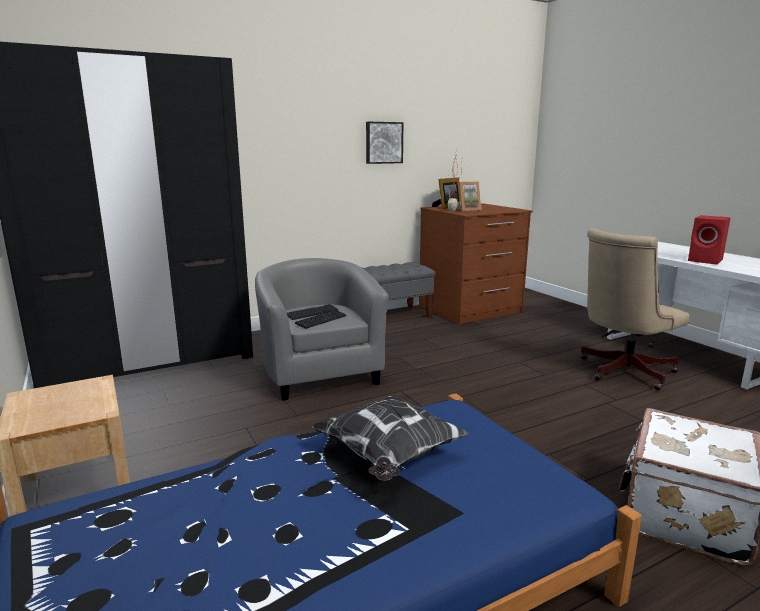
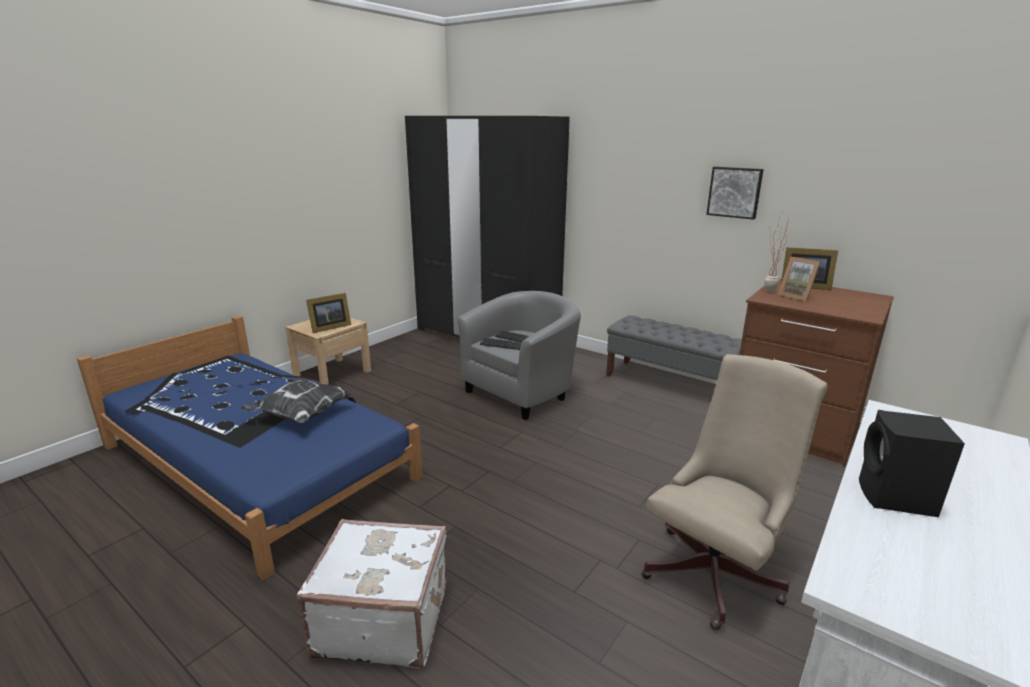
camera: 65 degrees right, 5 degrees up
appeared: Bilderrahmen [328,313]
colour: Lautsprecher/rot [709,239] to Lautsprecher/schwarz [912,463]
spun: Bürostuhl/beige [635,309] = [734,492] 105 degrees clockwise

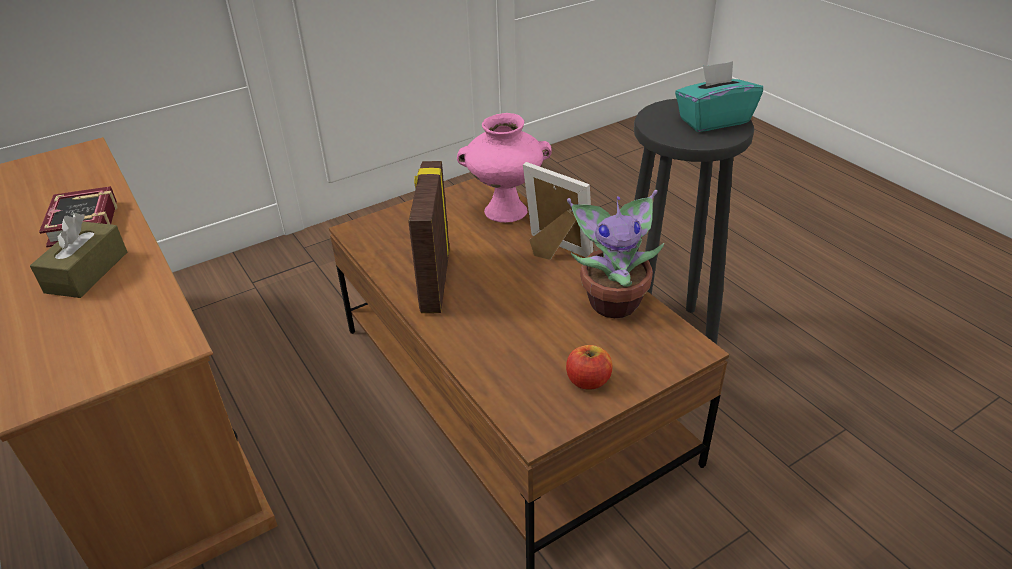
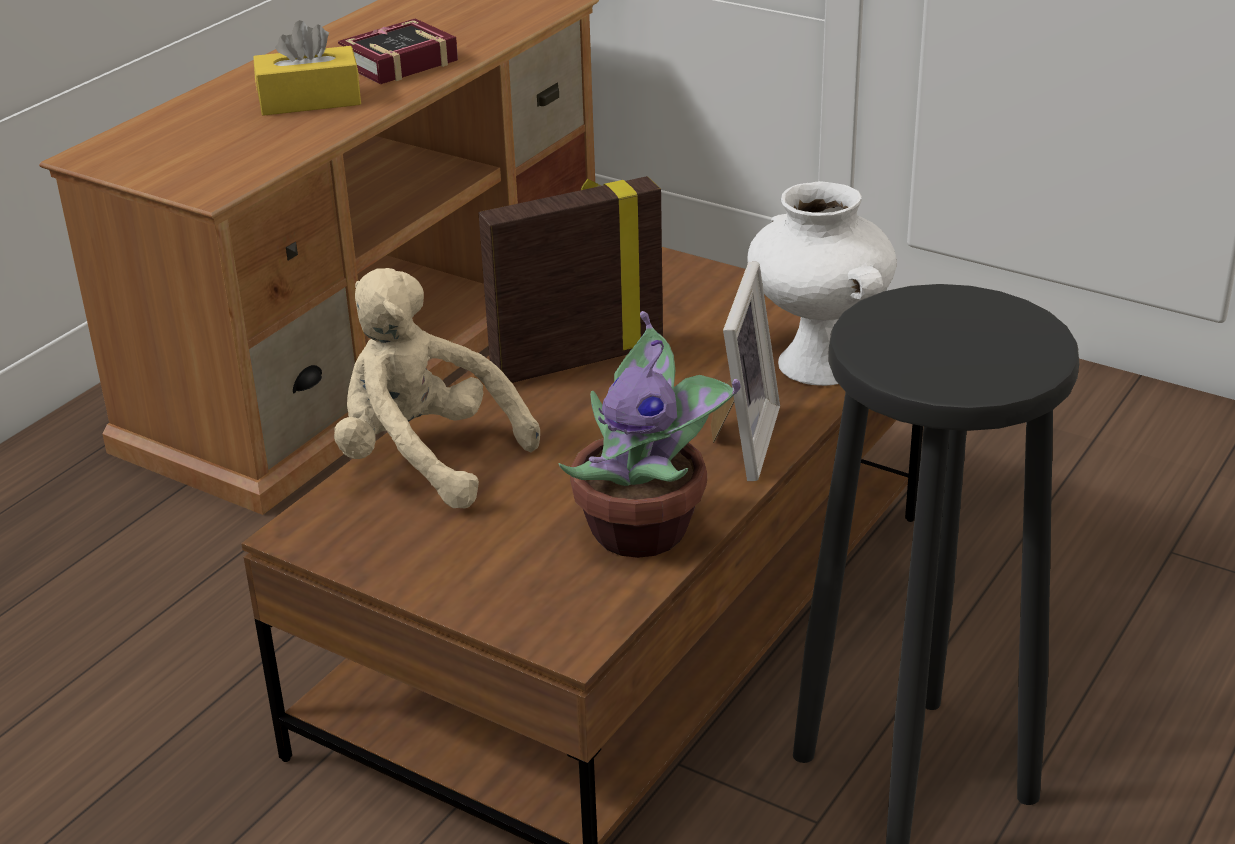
camera: 65 degrees right, 5 degrees down
missing: Apfel [589,367]; Taschentuchbox/türkis [719,96]
appeared: Plüschtier/beige [437,388]
colour: Taschentuchbox/braun [78,255] to Taschentuchbox/gelb [307,68]; Vase/rosa [504,168] to Vase/weiß [822,283]

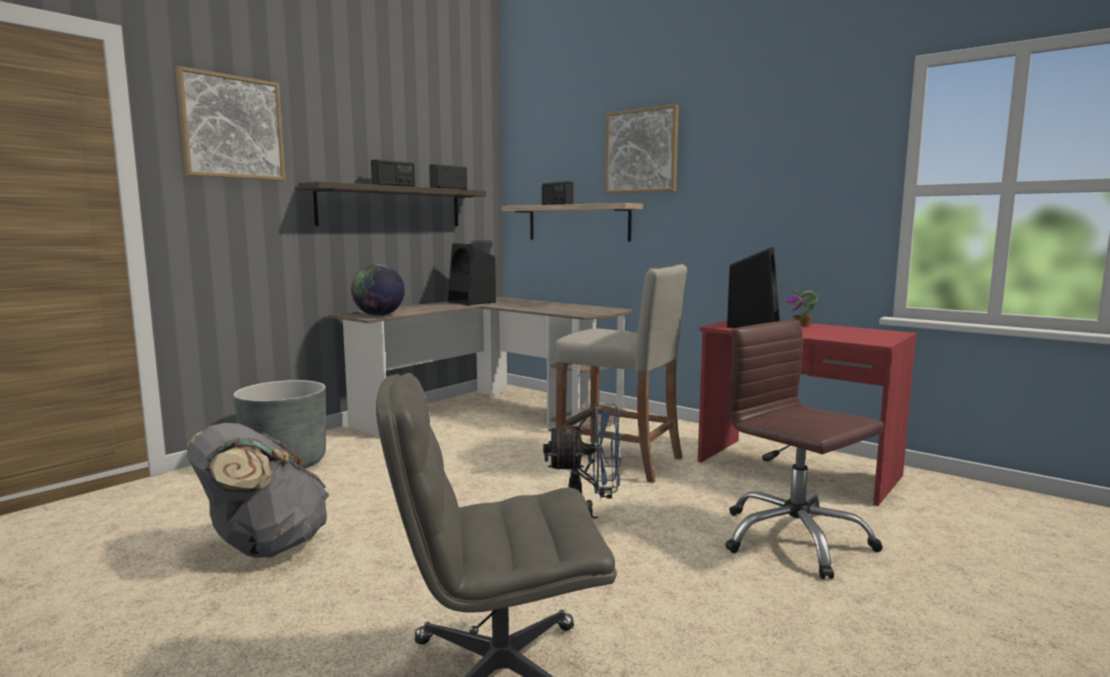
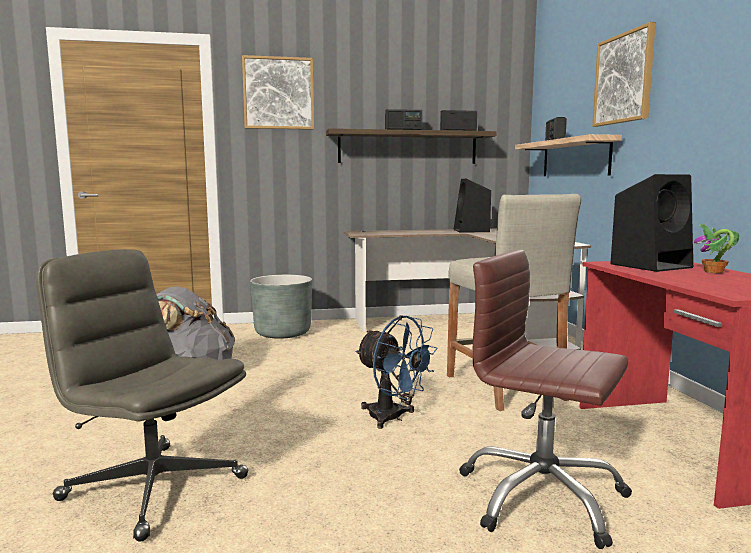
camera: 40 degrees right, 0 degrees up
missing: Globus [378,290]
spun: Bürostuhl/braun [804,449] = [545,399] 60 degrees counterclockwise

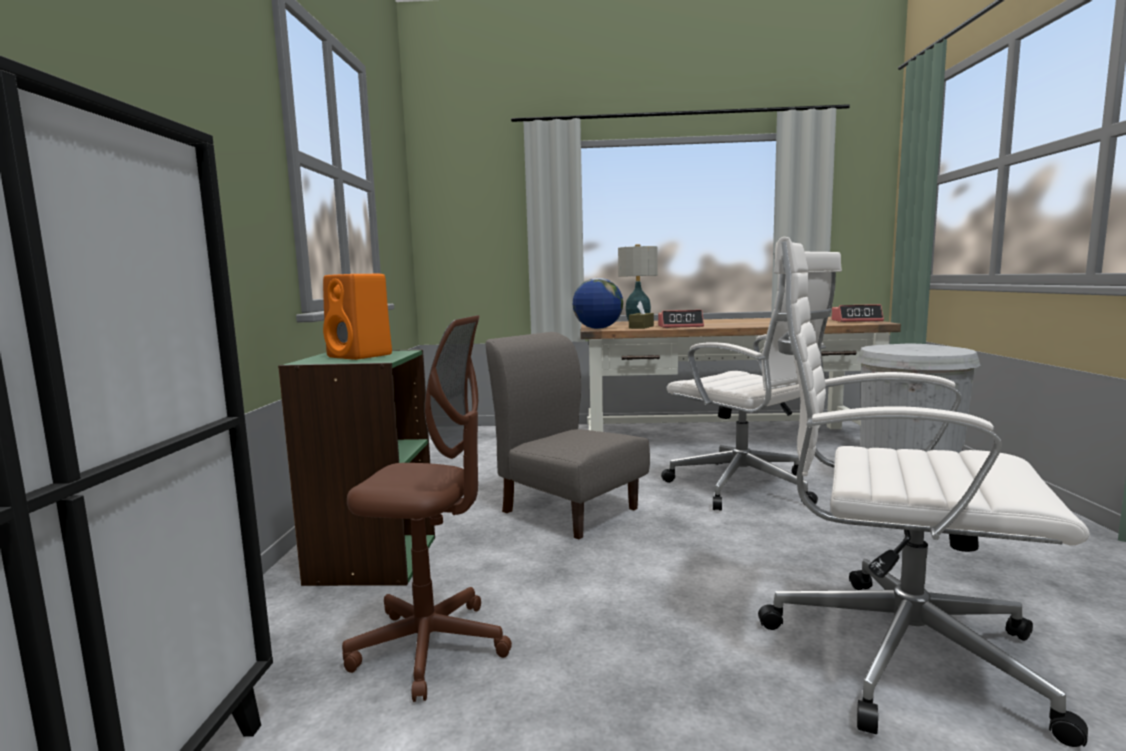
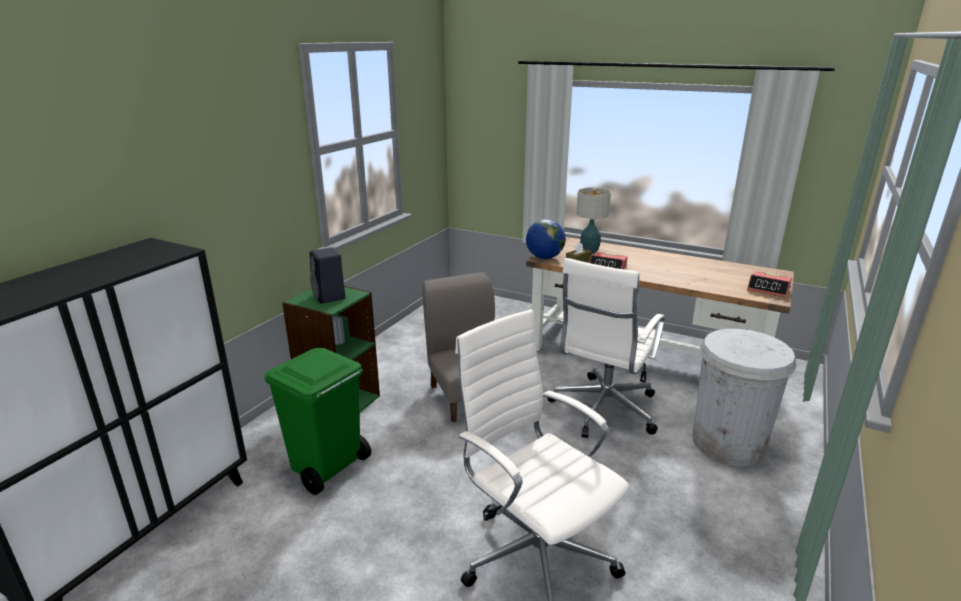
camera: 25 degrees right, 15 degrees up
exchanged: Bürostuhl/braun [427,508] to Mülleimer/grün [317,421]
colour: Lautsprecher/orange [357,317] to Lautsprecher/schwarz [328,275]
spun: Bürostuhl/weiß [751,381] = [606,348] 45 degrees clockwise

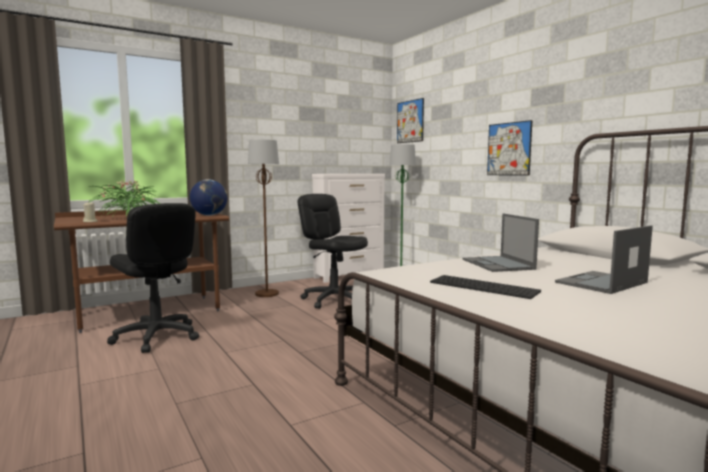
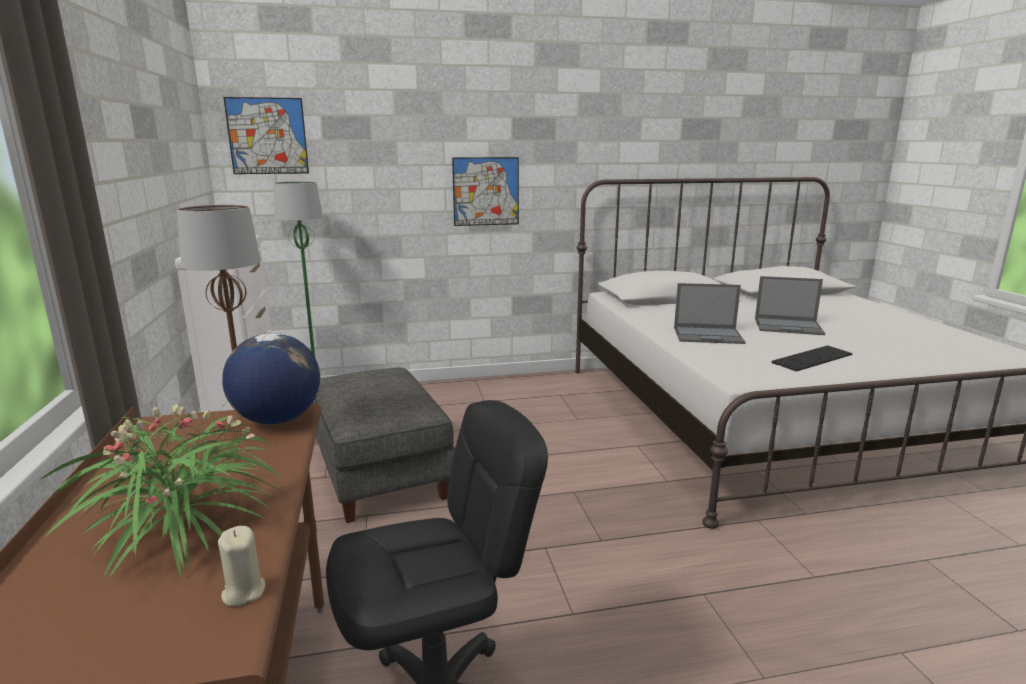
camera: 70 degrees left, 10 degrees up
exchanged: Bürostuhl/schwarz [333,251] to Polsterhocker/grau [383,445]
spun: Laptop [604,259] = [790,305] 60 degrees counterclockwise

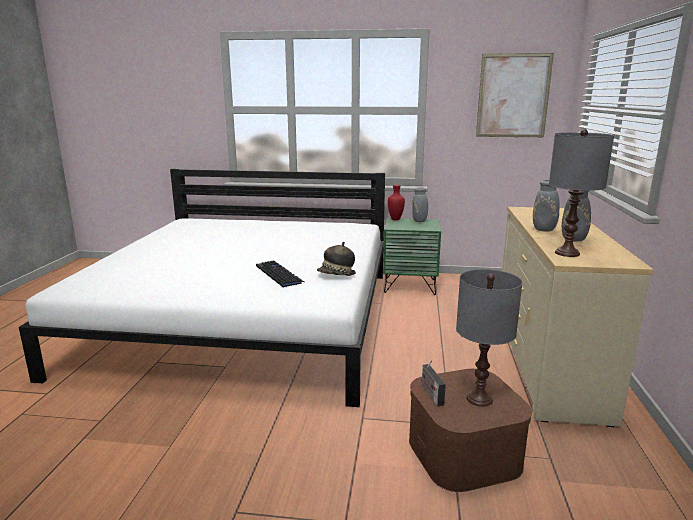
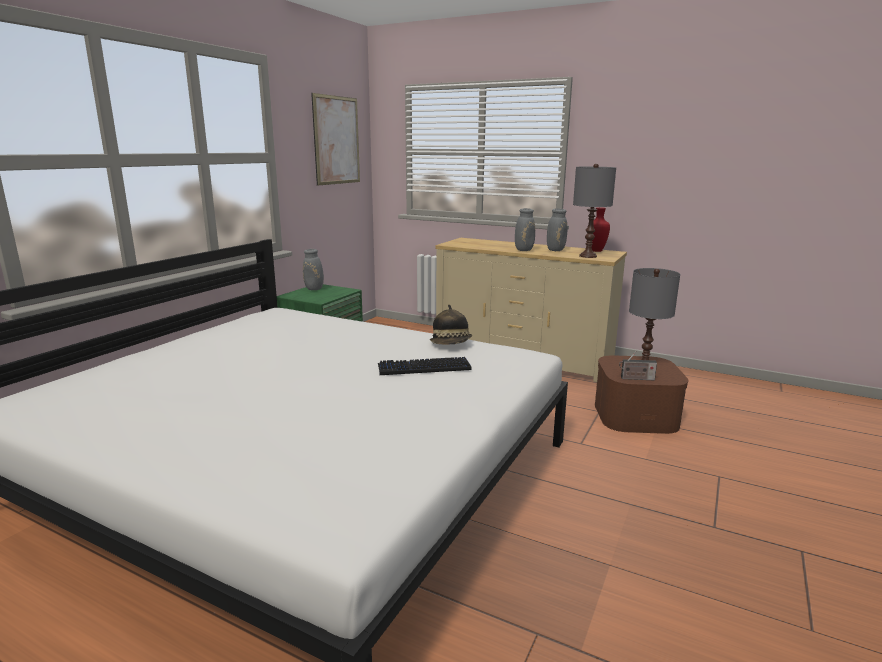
camera: 70 degrees left, 0 degrees up
relocated: Vase/rot [396,202] to [601,229]

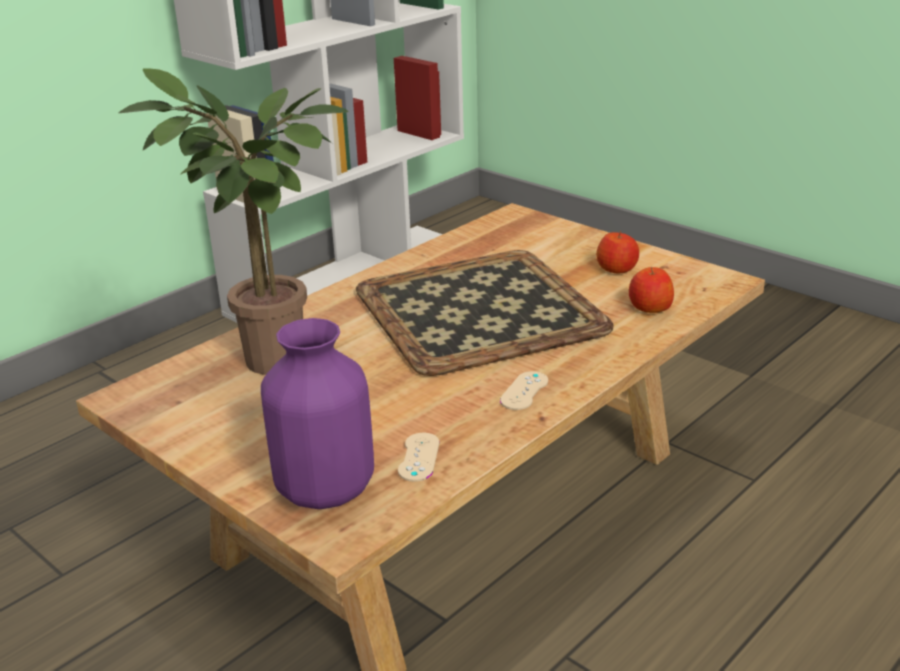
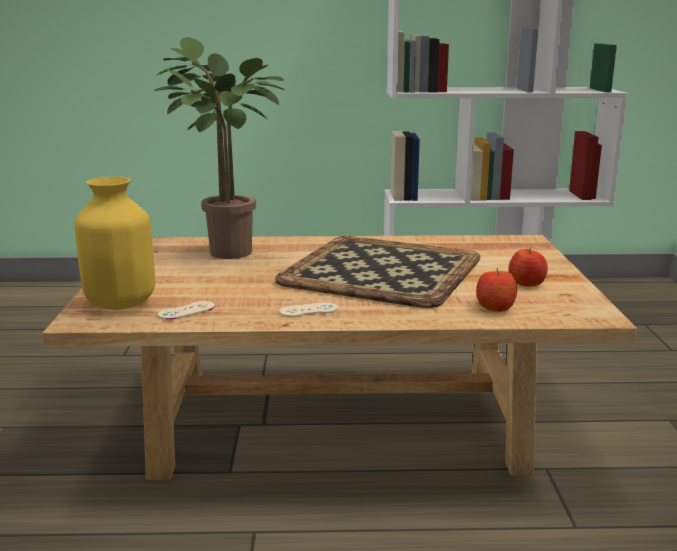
camera: 45 degrees right, 10 degrees down
colour: Vase/lila [317,413] to Vase/gelb [114,243]

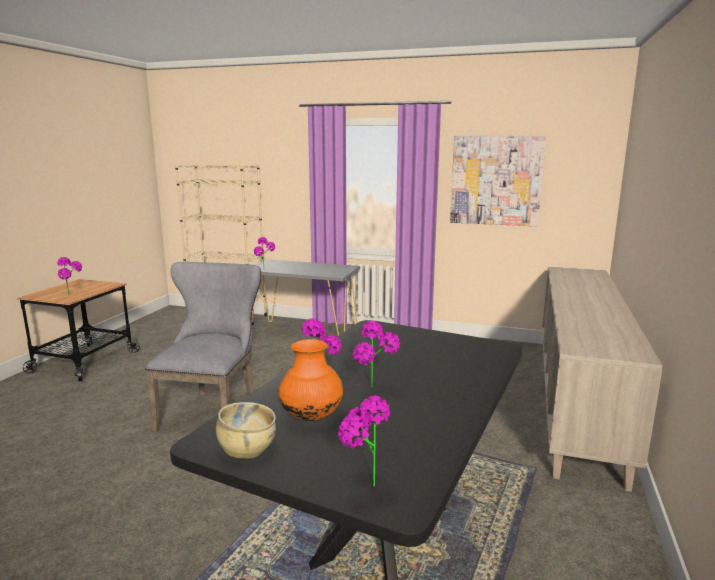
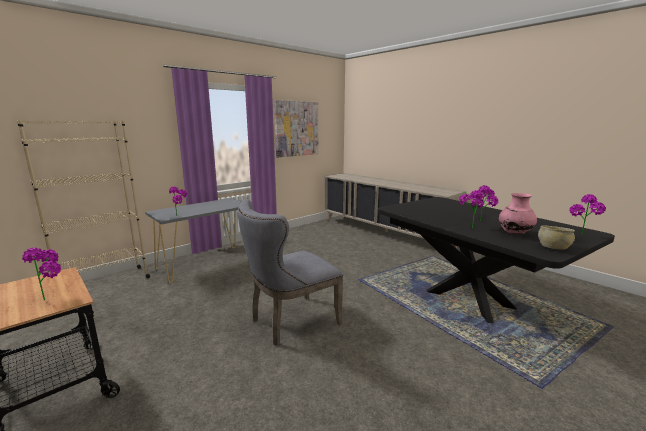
camera: 60 degrees left, 0 degrees up
colour: Vase/orange [310,380] to Vase/rosa [518,213]
spun: Stuhl/grau [203,346] = [290,272] 75 degrees counterclockwise

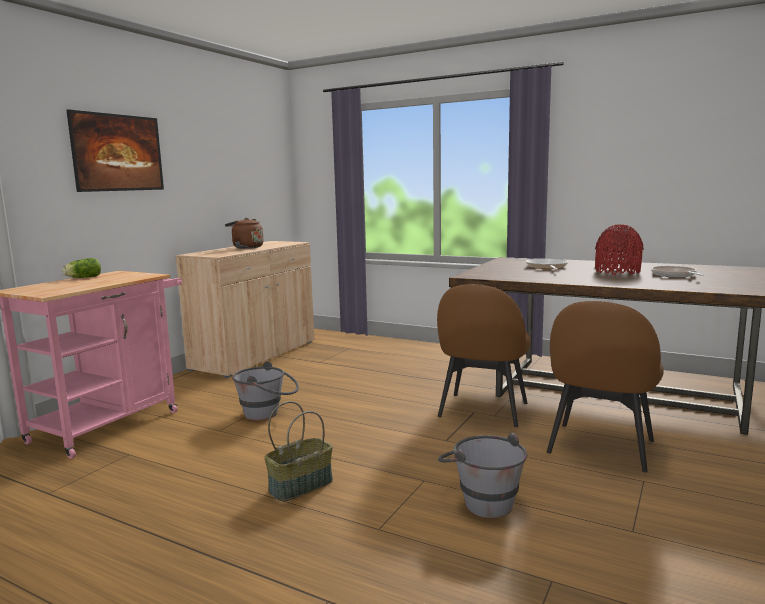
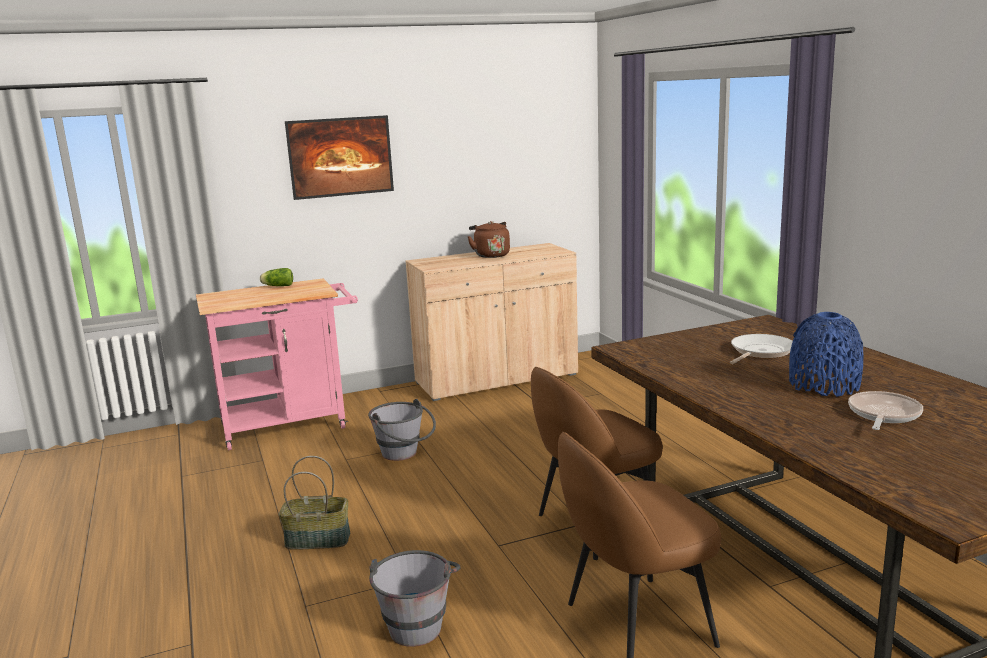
camera: 40 degrees right, 5 degrees up
colour: Vase/rot [619,250] to Vase/blau [826,354]

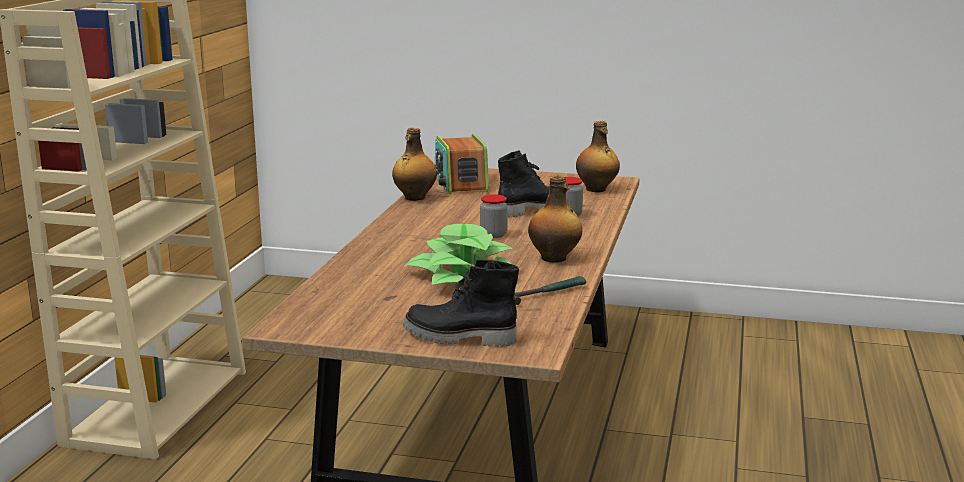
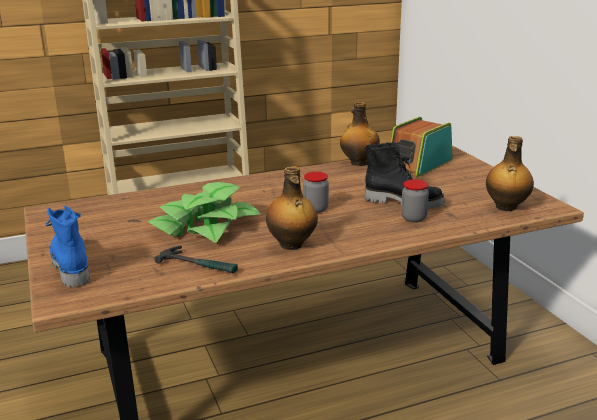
camera: 55 degrees right, 5 degrees up
colour: Stiefel/schwarz [461,303] to Stiefel/blau [67,247]

